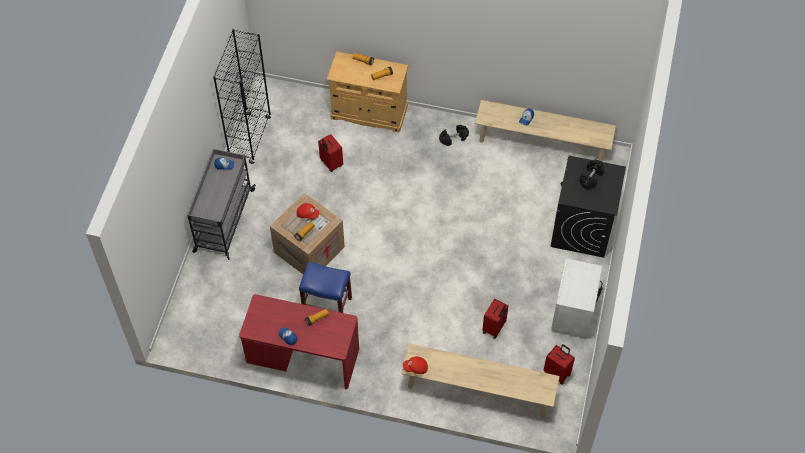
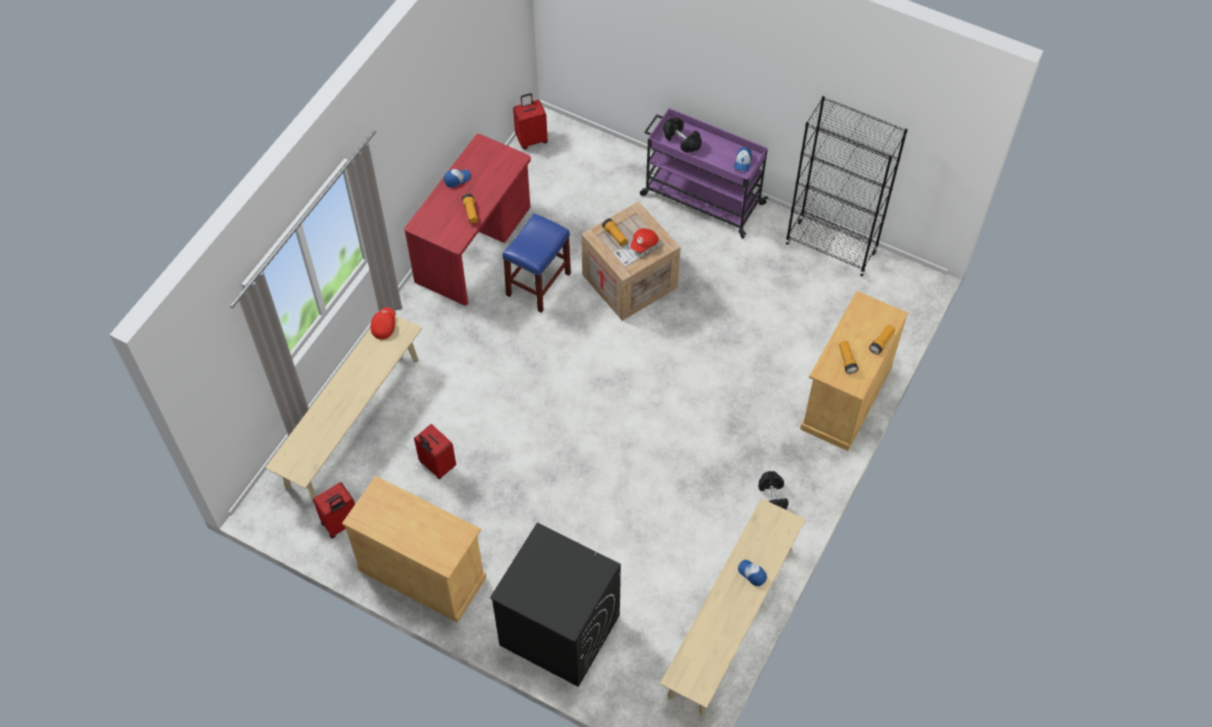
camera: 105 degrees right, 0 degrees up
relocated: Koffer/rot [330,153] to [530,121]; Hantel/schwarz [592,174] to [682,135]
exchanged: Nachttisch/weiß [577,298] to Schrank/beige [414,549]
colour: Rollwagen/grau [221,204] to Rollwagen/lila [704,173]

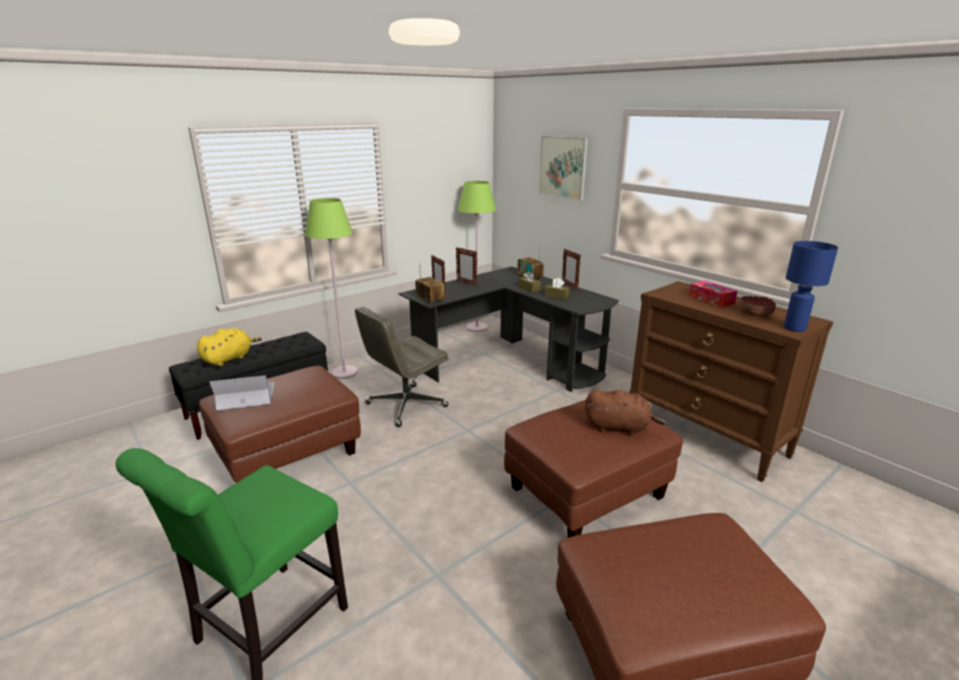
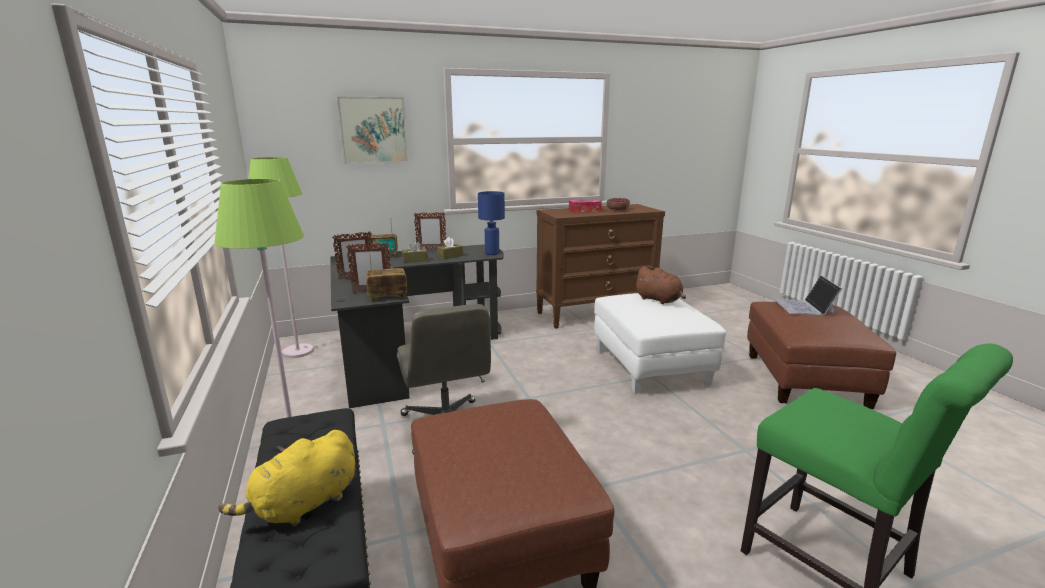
camera: 70 degrees left, 5 degrees down
relocated: Laptop [241,392] to [808,295]; Tischlampe/blau [811,286] to [491,223]
colour: Polsterhocker/braun [593,469] to Polsterhocker/weiß [660,343]
spun: Plüschtier/gelb [229,347] = [286,478] 105 degrees counterclockwise; Plüschtier/braun [625,412] = [660,285] 105 degrees clockwise

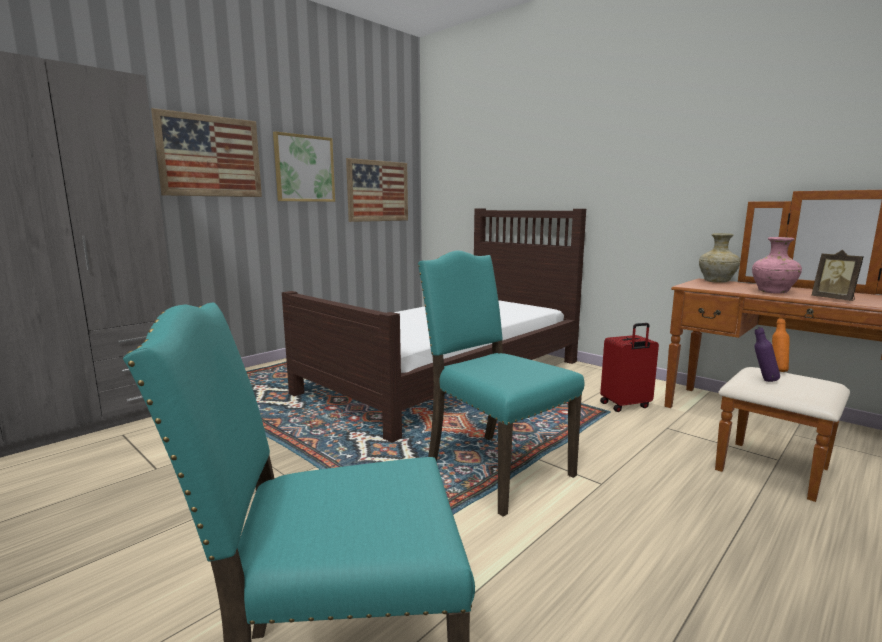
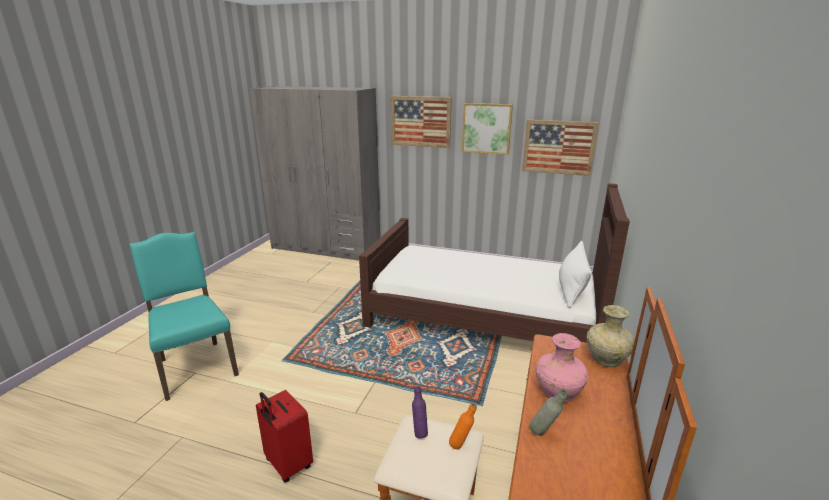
camera: 65 degrees right, 10 degrees up
missing: Stuhl/türkis [501,383]
appeared: Kissen/weiß [575,274]
relocated: Koffer/rot [629,367] to [284,436]
exchanged: Bilderrahmen [837,275] to Flasche/grau [549,412]

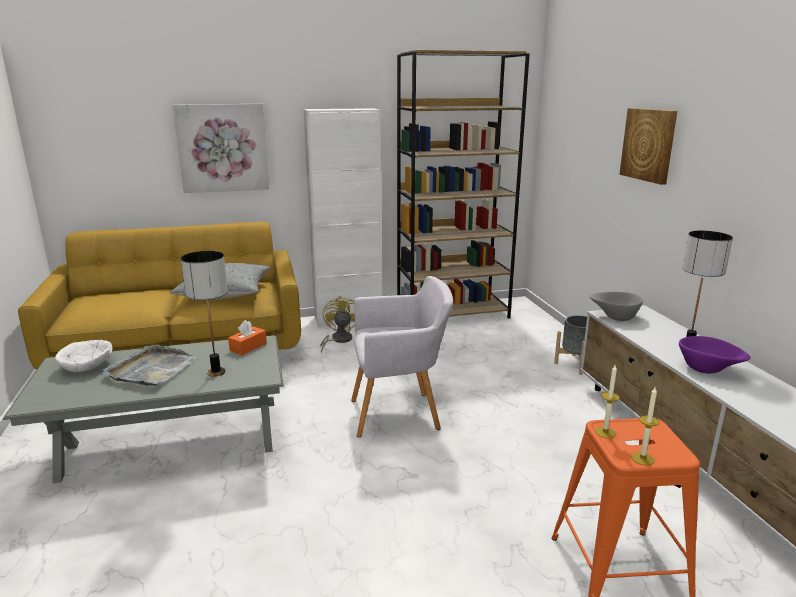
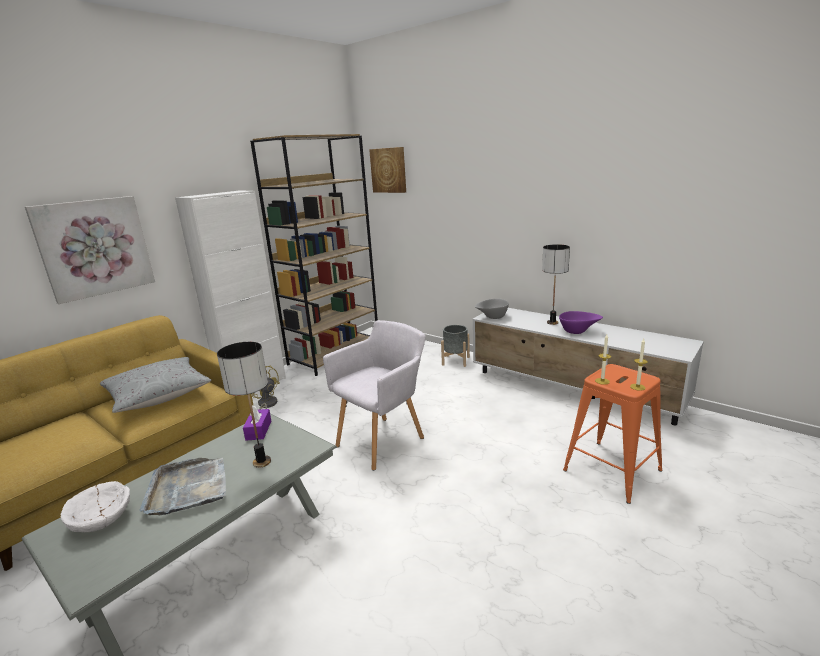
camera: 35 degrees left, 0 degrees up
relocated: Bild [648,146] to [387,170]
colour: Taschentuchbox/orange [247,337] to Taschentuchbox/lila [257,423]

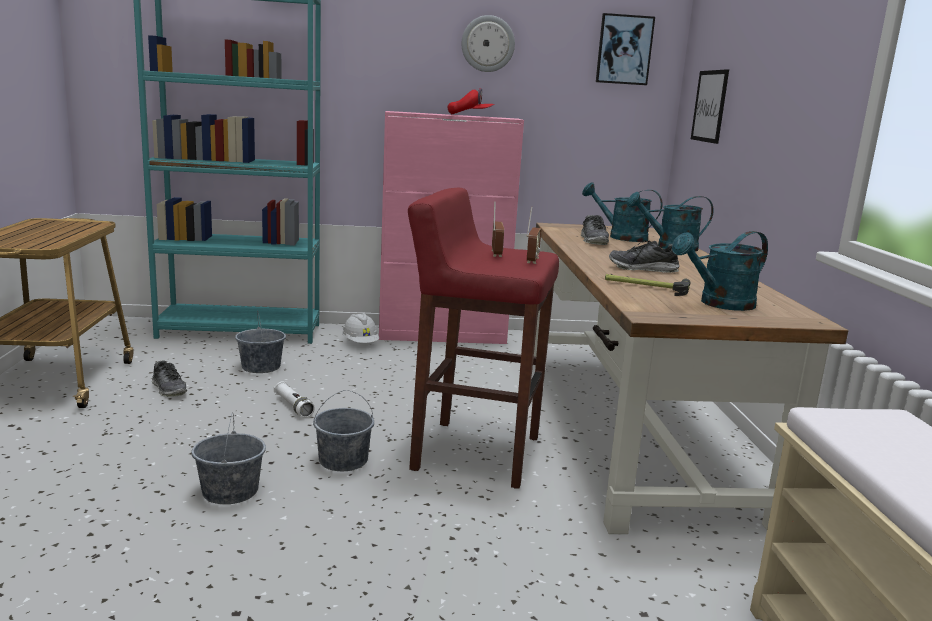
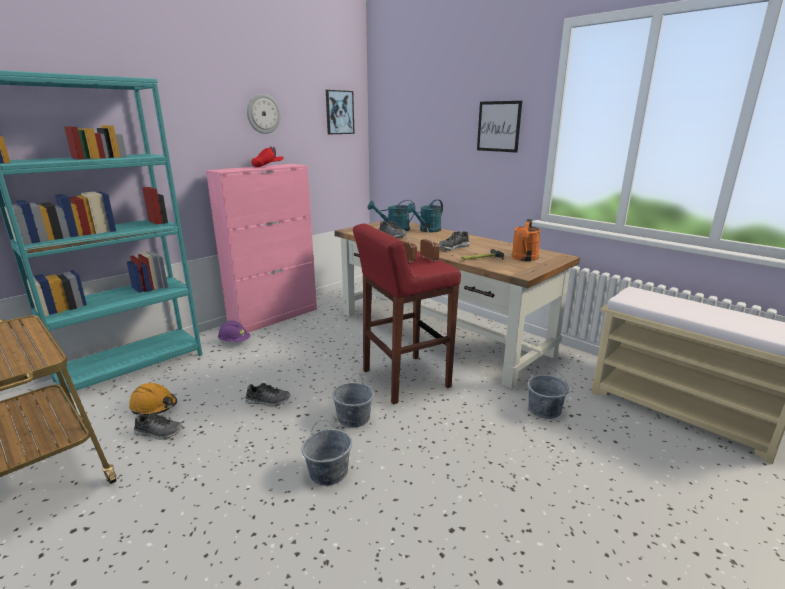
camera: 40 degrees left, 5 degrees up
appeared: Schutzhelm/orange [153,399]
relocated: Eimer/grau [260,343] to [548,393]; Bild [710,106] to [499,127]
exchanged: Taschenlampe/weiß [294,400] to Schuh [267,395]
colour: Schutzhelm/weiß [360,328] to Schutzhelm/lila [234,331]; Gießkanne/türkis [720,271] to Gießkanne/orange [526,240]

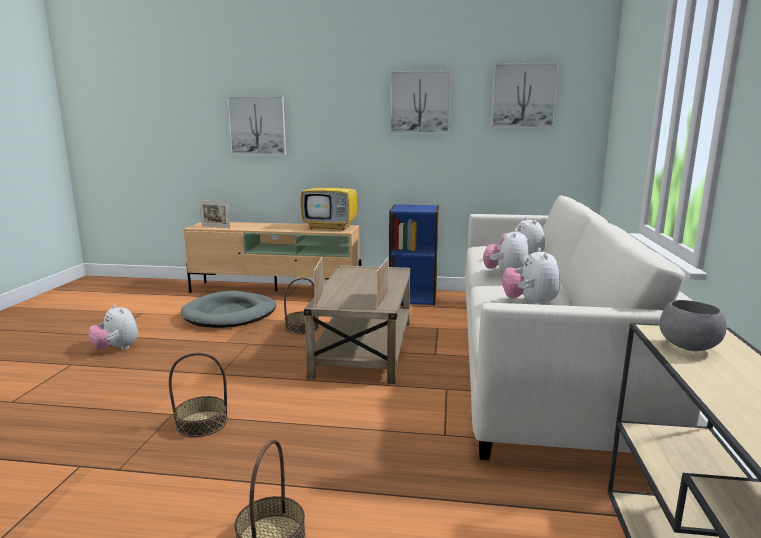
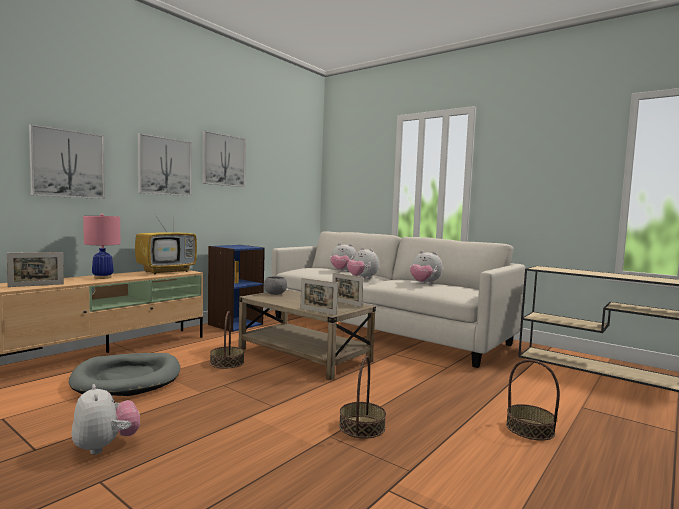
camera: 60 degrees left, 10 degrees down
appeared: Tischlampe/rosa [101,246]
relocated: Bild [525,95] to [165,164]; Schüssel/grau [692,325] to [275,285]
spun: Plüschtier [113,327] = [106,419] 105 degrees counterclockwise

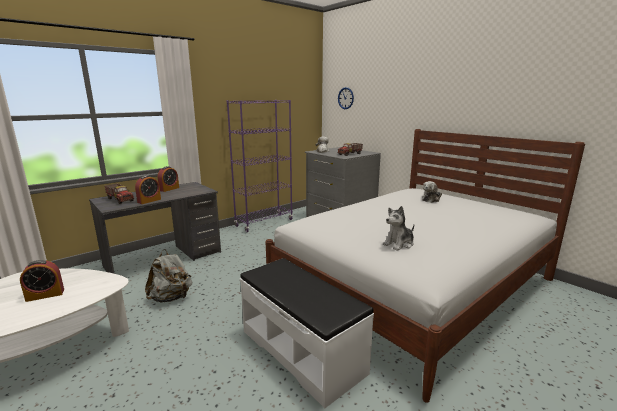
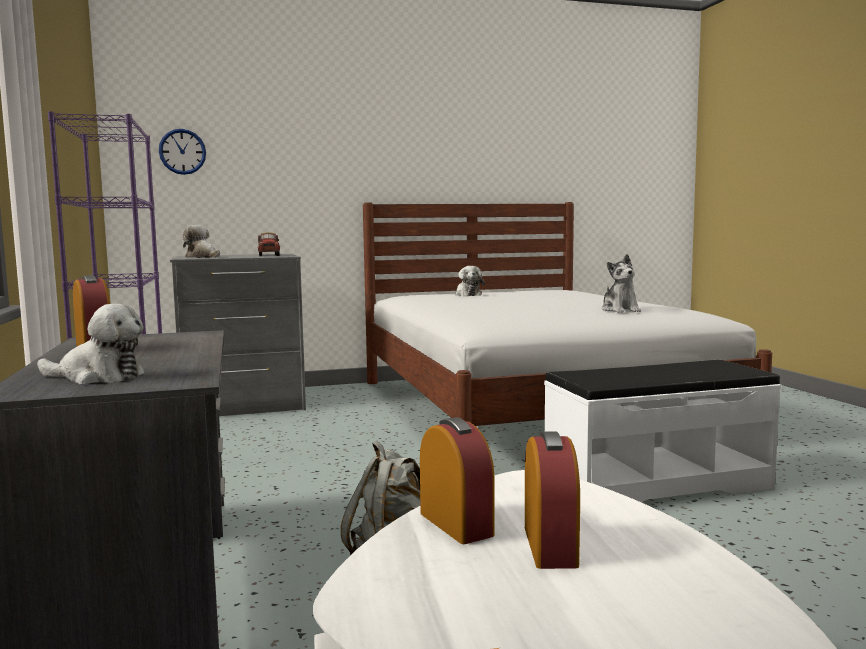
camera: 65 degrees left, 10 degrees down
relocated: Wecker [148,189] to [457,480]
exchanged: Spielzeuglaster [119,194] to Plüschtier [91,344]

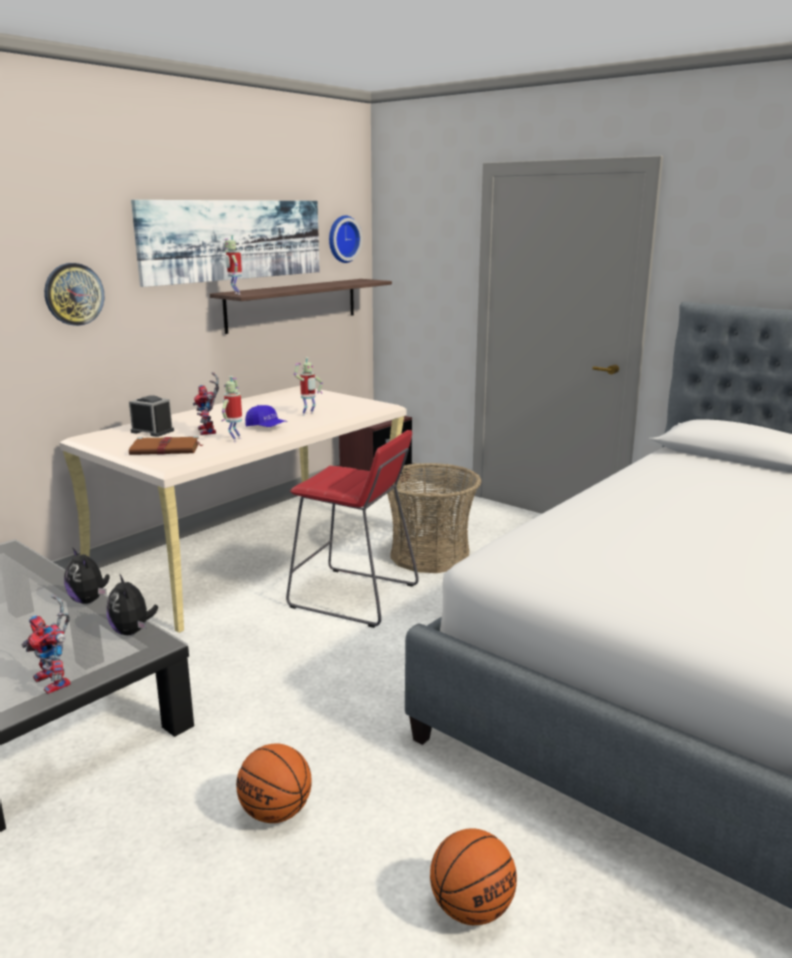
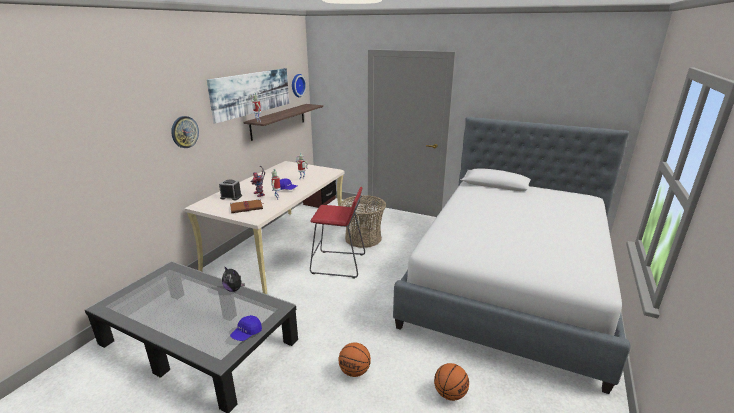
camera: 15 degrees left, 5 degrees up
missing: Plüschtier [132,604]
exchanged: Spielzeugroboter [46,644] to Kappe/blau [246,328]

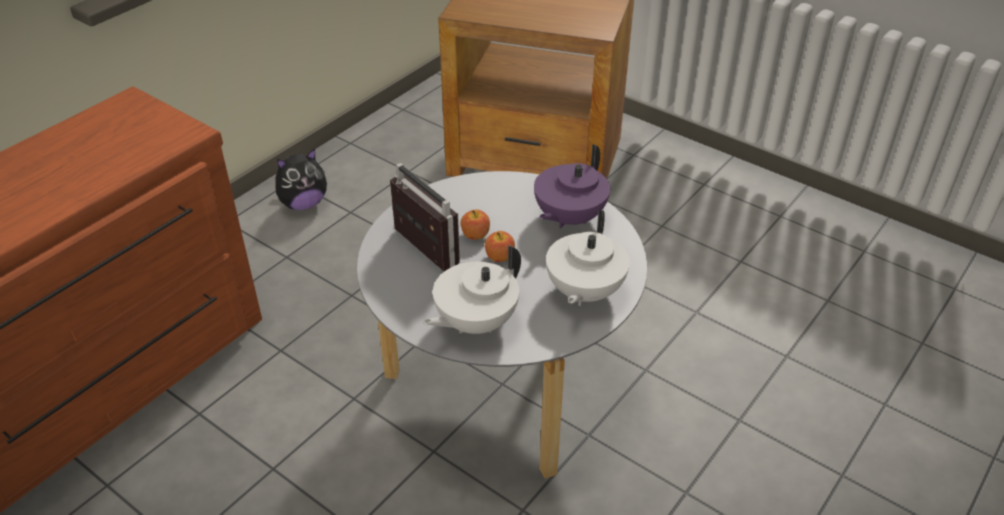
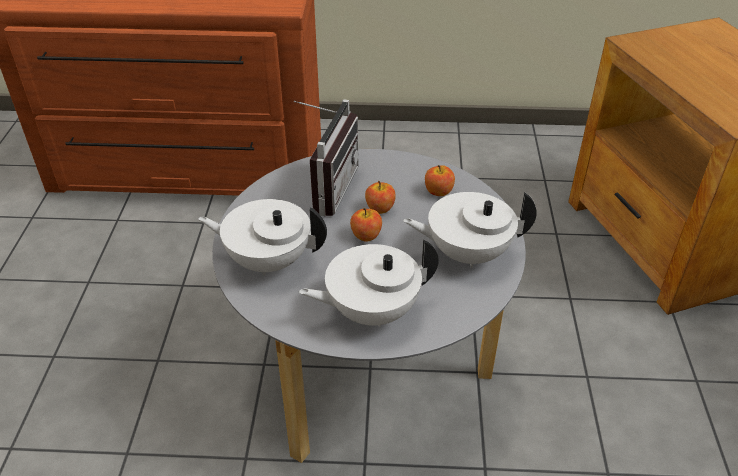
camera: 55 degrees right, 0 degrees up
missing: Plüschtier [301,179]
appeared: Apfel [440,180]
colour: Teekanne/lila [572,186] to Teekanne/weiß [470,230]

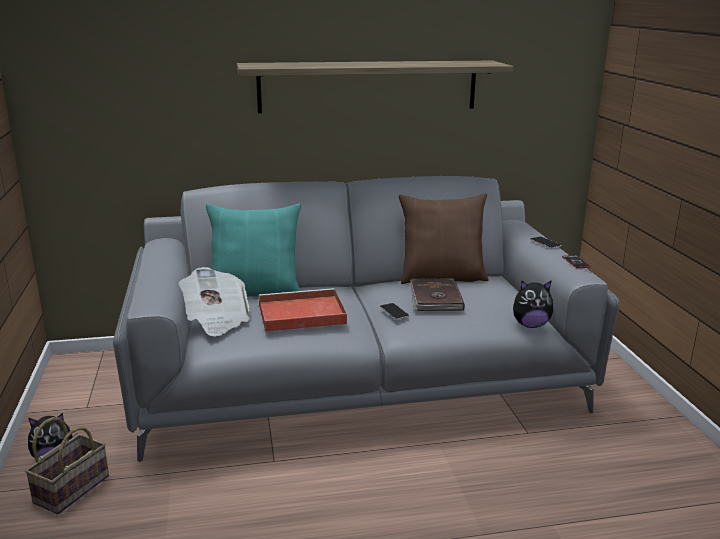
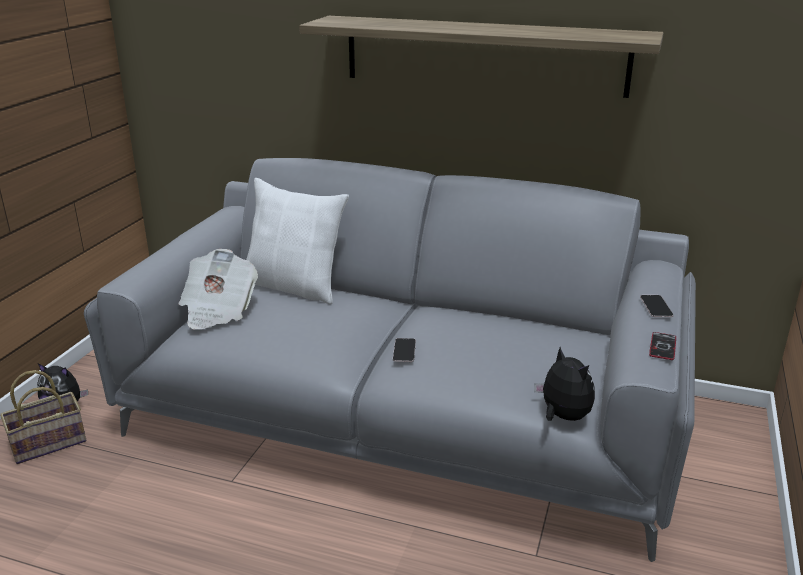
camera: 30 degrees right, 5 degrees up
missing: Tablett/rot [303,310]; Kissen/braun [443,238]; Buch/braun [437,294]
colour: Kissen/türkis [253,250] to Kissen/weiß [297,241]
spun: Plüschtier [533,304] = [564,384] 150 degrees counterclockwise

